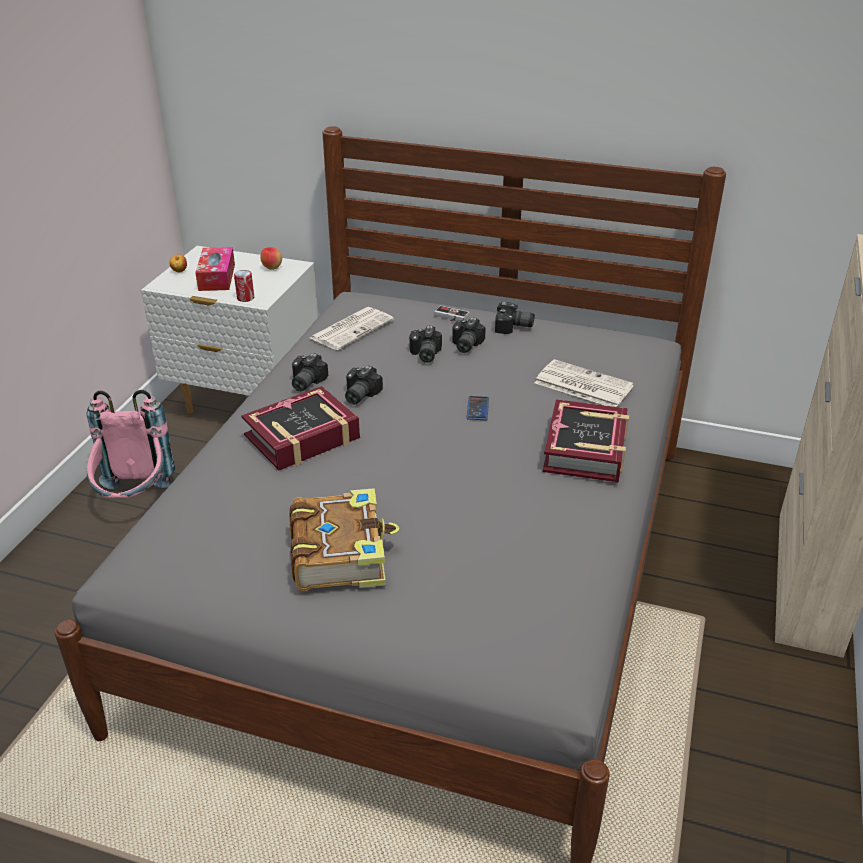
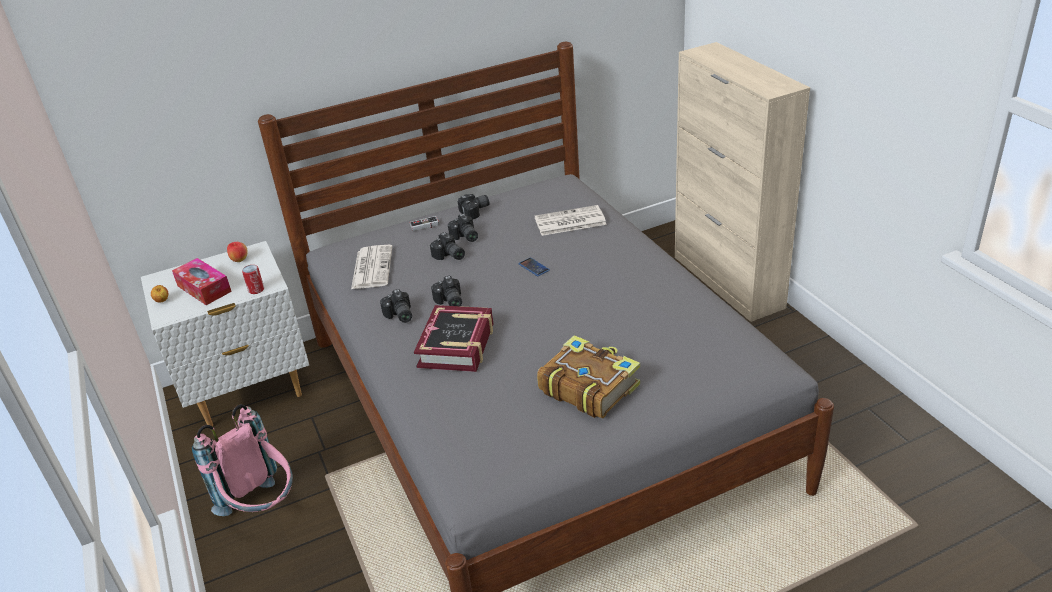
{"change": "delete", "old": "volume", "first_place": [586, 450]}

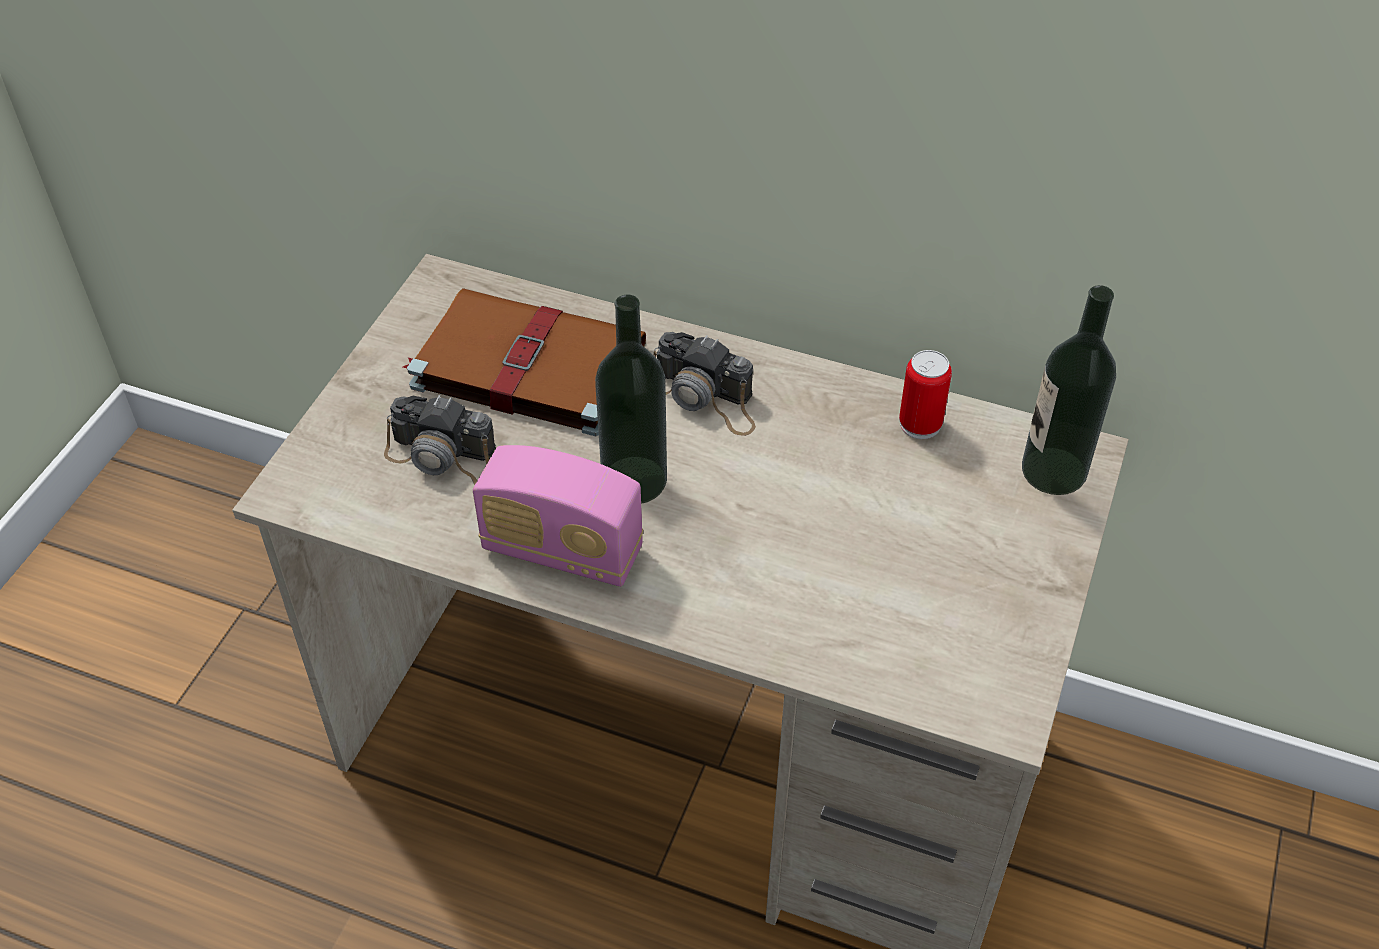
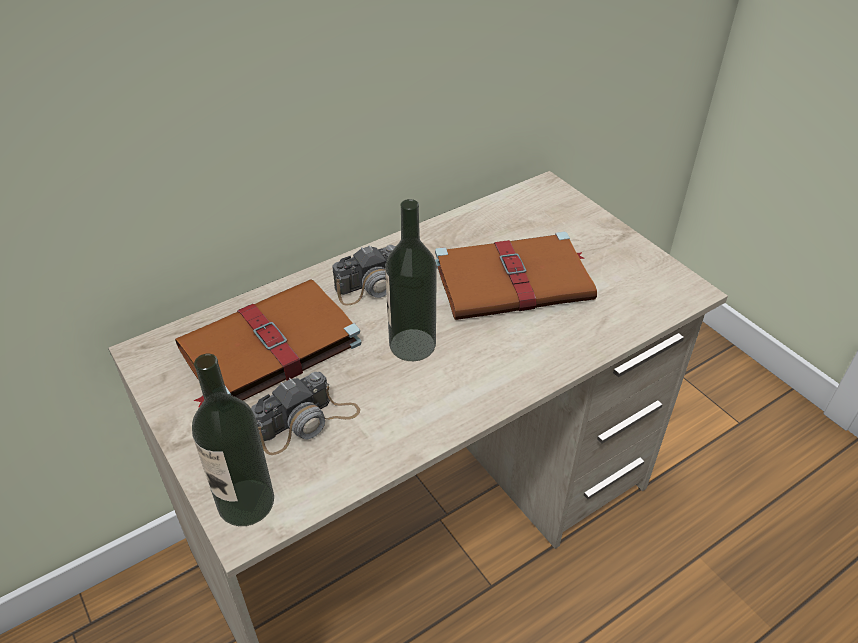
{"change": "delete", "old": "radio receiver", "first_place": [562, 550]}
{"change": "delete", "old": "can", "first_place": [920, 424]}
{"change": "move", "old": "beverage bottle", "first_place": [1053, 471], "second_place": [246, 502]}
{"change": "insert", "new": "brown-coloured volume", "second_place": [515, 281]}

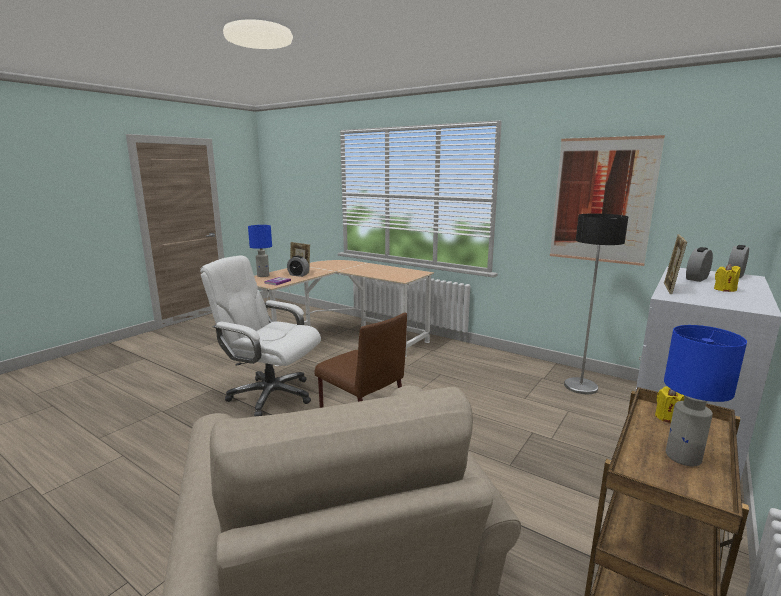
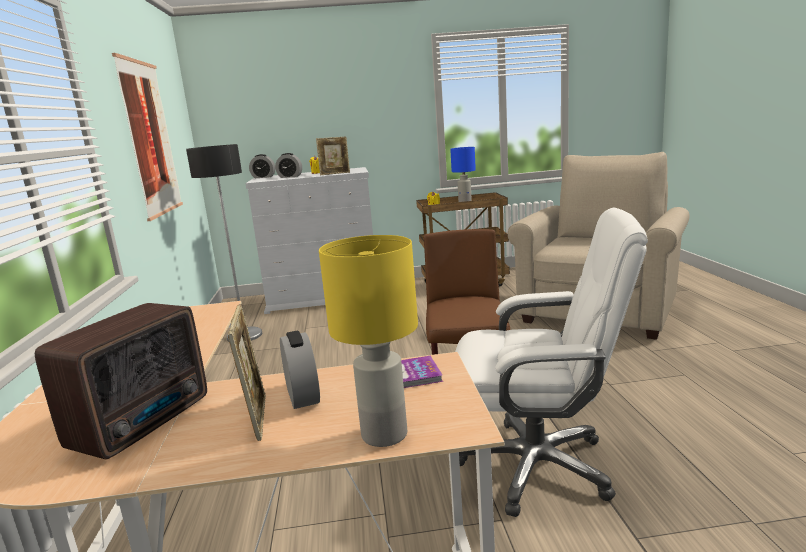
{"change": "rotate", "old": "white-coloured office chair", "first_place": [270, 395], "second_place": [537, 465], "degrees": -60}
{"change": "recolor", "old": "bluish lamp for a table", "new": "yellowish lamp for a table", "first_place": [263, 276], "second_place": [383, 435]}
{"change": "insert", "new": "radio receiver", "second_place": [146, 422]}

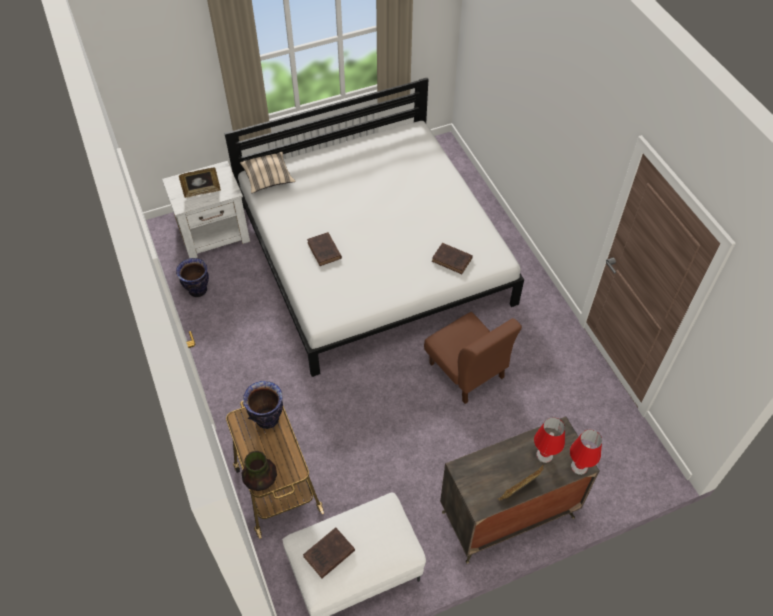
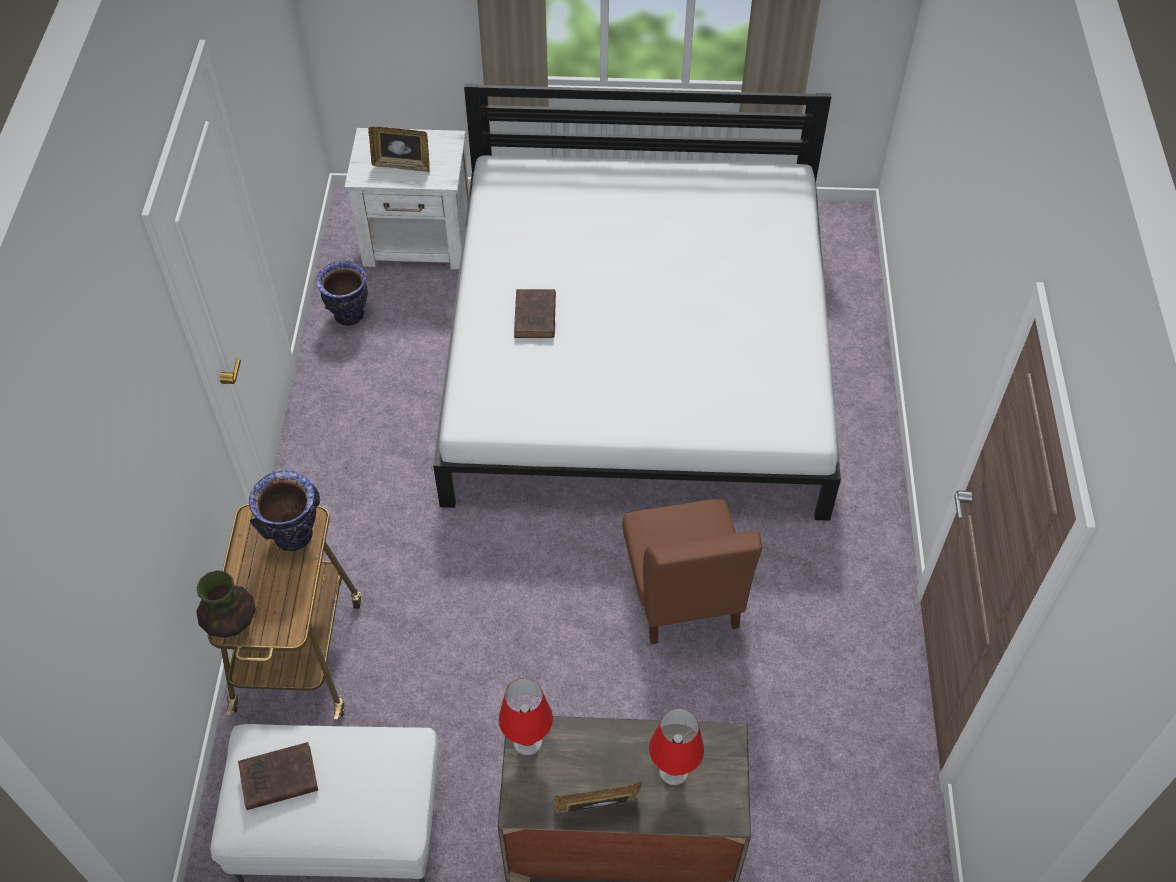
{"change": "delete", "old": "beige-coloured cushion", "first_place": [268, 179]}
{"change": "delete", "old": "brown-coloured volume", "first_place": [453, 260]}
{"change": "move", "old": "red lamp for a table", "first_place": [579, 466], "second_place": [528, 741]}

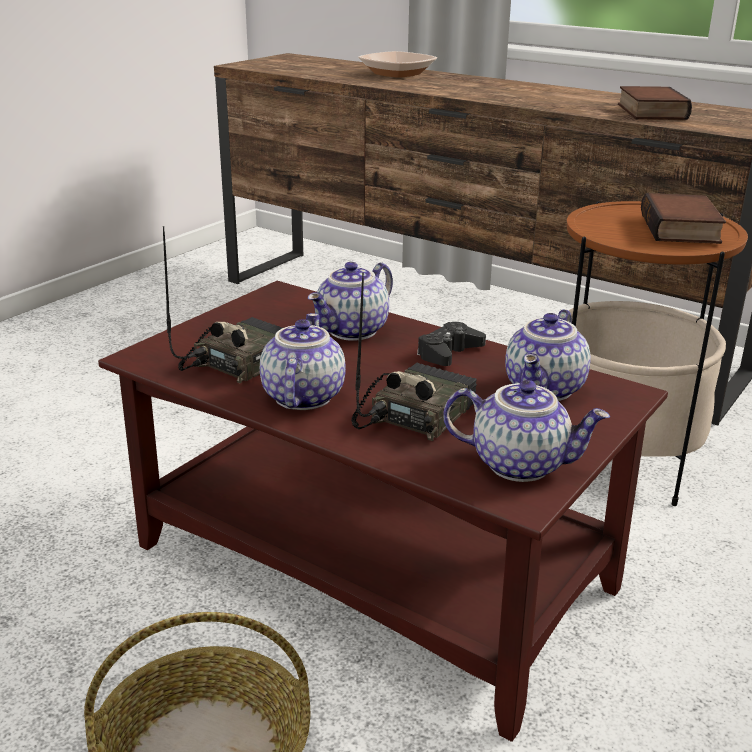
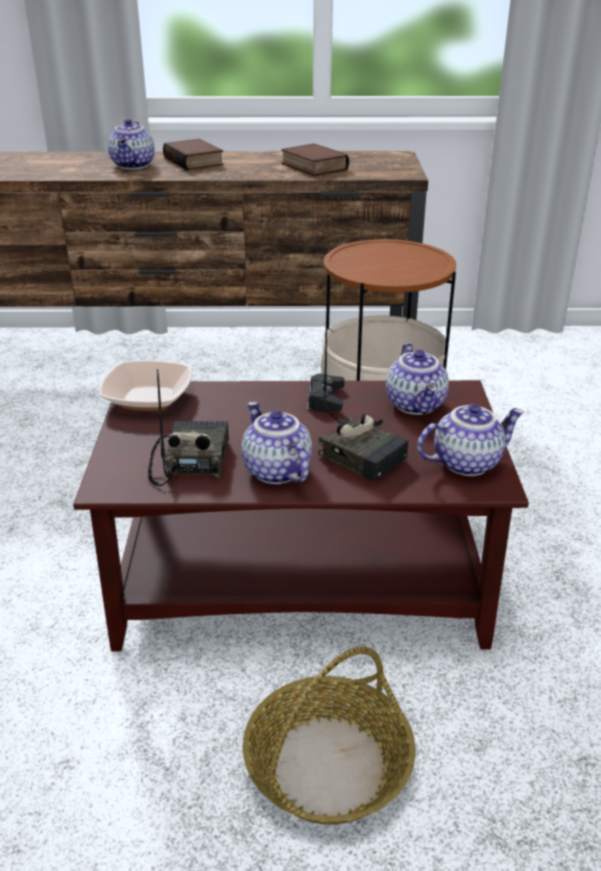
{"change": "move", "old": "teapot", "first_place": [353, 331], "second_place": [134, 166]}
{"change": "rotate", "old": "radio receiver", "first_place": [413, 414], "second_place": [363, 454], "degrees": 135}
{"change": "move", "old": "bowl", "first_place": [397, 74], "second_place": [148, 398]}
{"change": "move", "old": "volume", "first_place": [682, 229], "second_place": [195, 161]}

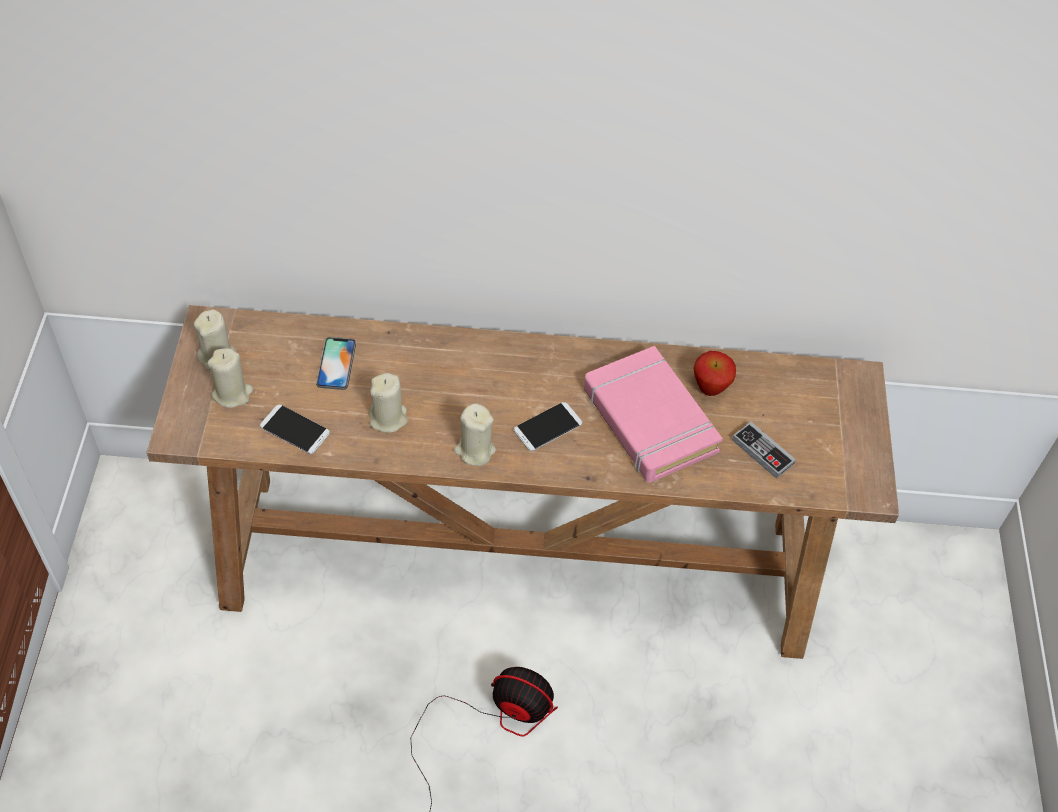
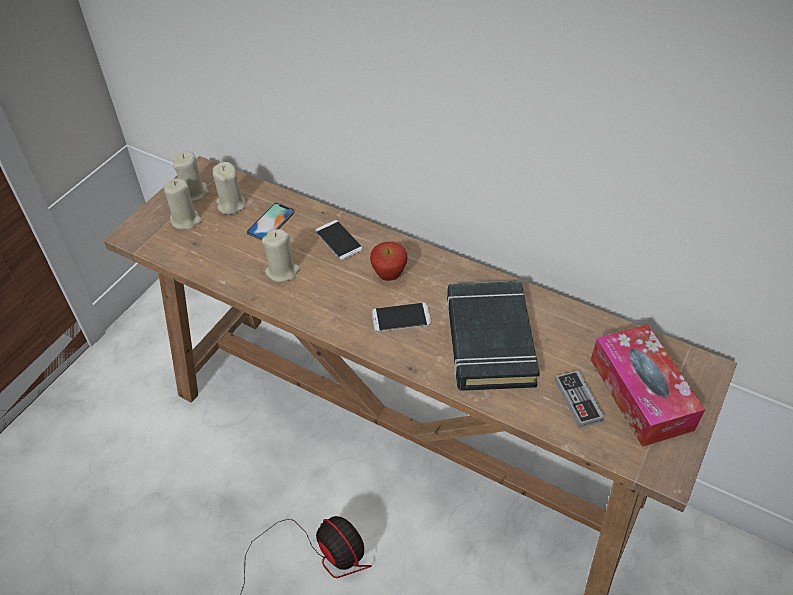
{"change": "move", "old": "handset", "first_place": [295, 430], "second_place": [339, 240]}
{"change": "move", "old": "beige-coloured wax light", "first_place": [474, 450], "second_place": [231, 205]}
{"change": "recolor", "old": "pinkish volume", "new": "black-coloured volume", "first_place": [648, 420], "second_place": [489, 340]}
{"change": "move", "old": "apple fruit", "first_place": [710, 389], "second_place": [389, 276]}
{"change": "insert", "new": "tissue holder", "second_place": [640, 394]}

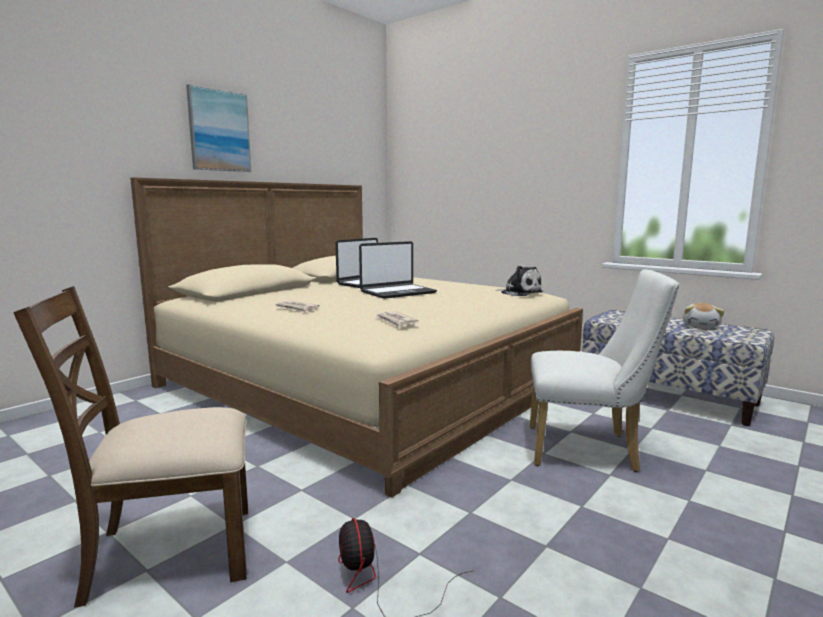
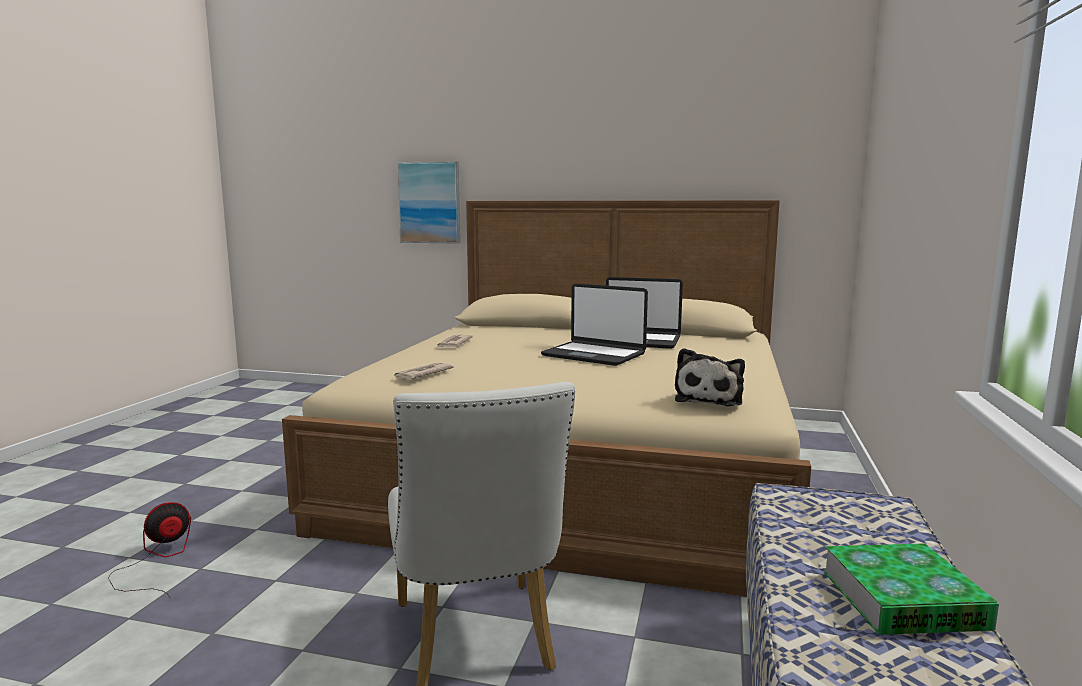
{"change": "delete", "old": "brown-coloured chair", "first_place": [170, 552]}
{"change": "move", "old": "wall picture", "first_place": [219, 131], "second_place": [429, 202]}
{"change": "replace", "old": "plush toy", "new": "volume", "first_place": [701, 326], "second_place": [902, 599]}

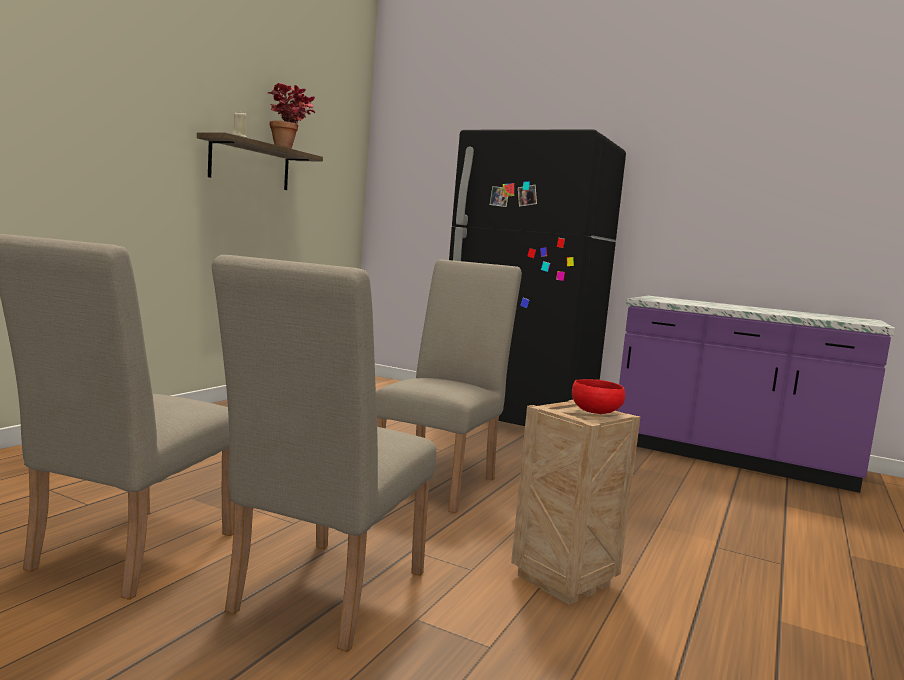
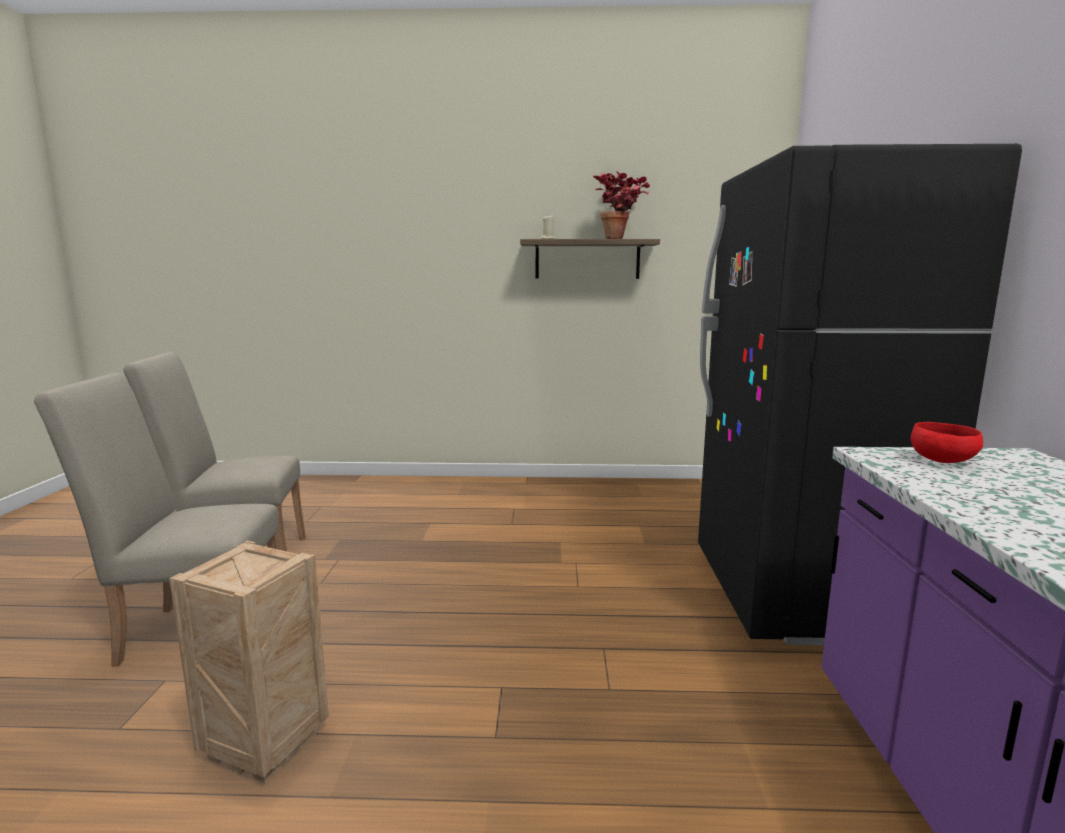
{"change": "delete", "old": "beige-coloured chair", "first_place": [441, 482]}
{"change": "move", "old": "red bowl", "first_place": [596, 412], "second_place": [943, 461]}

